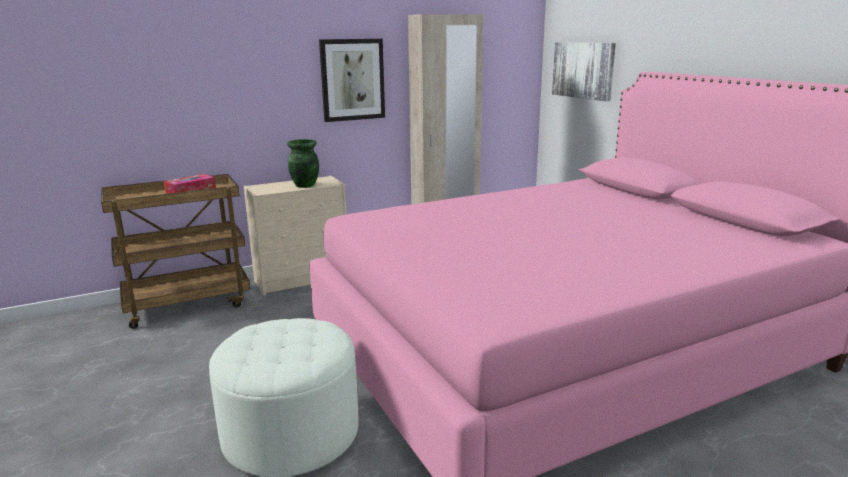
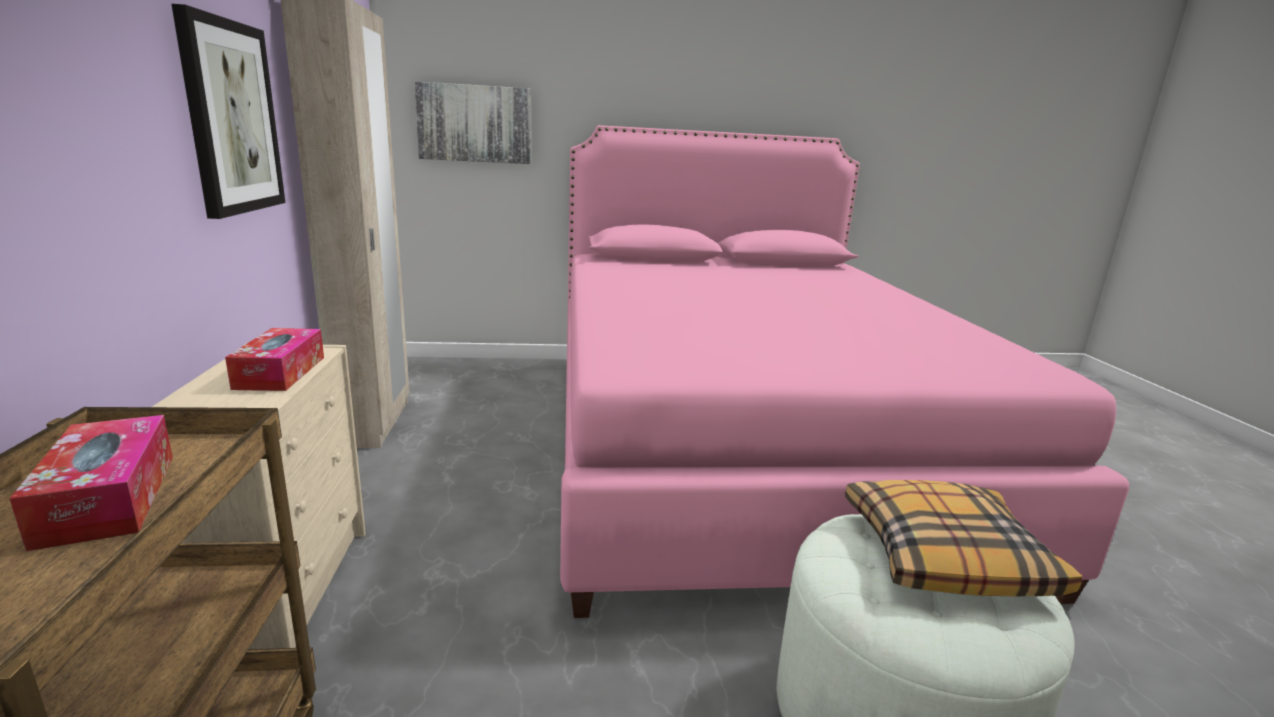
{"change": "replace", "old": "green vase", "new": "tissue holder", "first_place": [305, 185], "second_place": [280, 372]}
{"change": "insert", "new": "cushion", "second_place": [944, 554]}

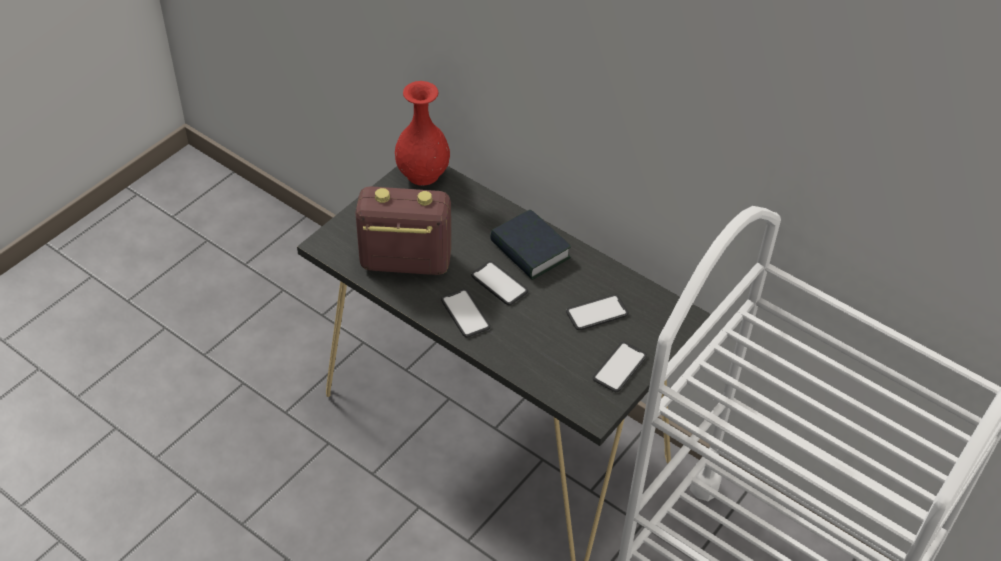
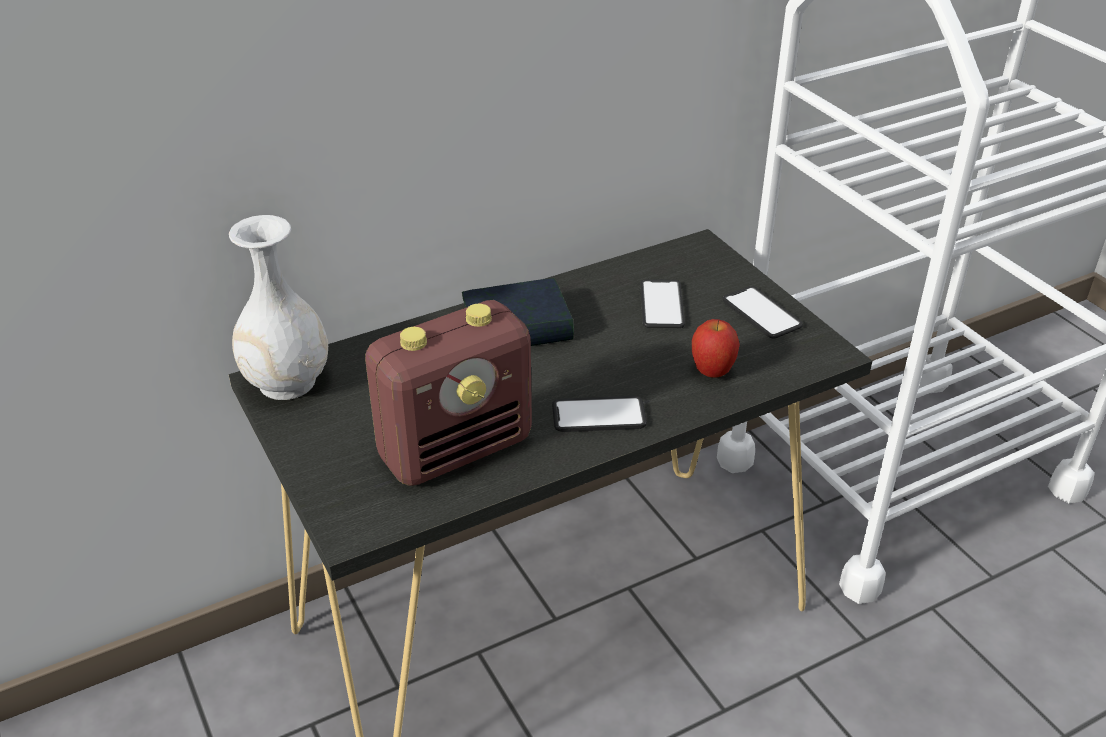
{"change": "rotate", "old": "radio receiver", "first_place": [404, 262], "second_place": [457, 449], "degrees": -150}
{"change": "recolor", "old": "red vase", "new": "white-coloured vase", "first_place": [423, 173], "second_place": [287, 382]}
{"change": "delete", "old": "handset", "first_place": [499, 284]}
{"change": "insert", "new": "apple fruit", "second_place": [712, 372]}

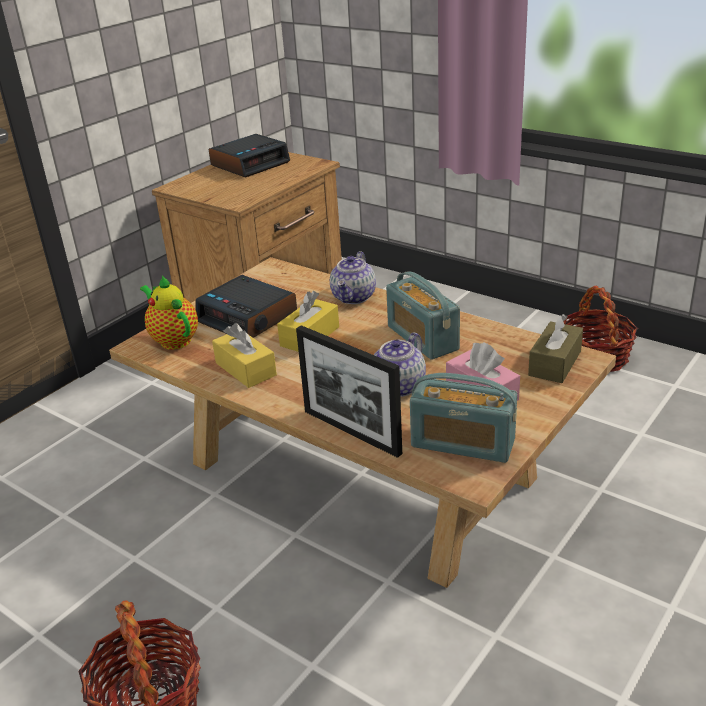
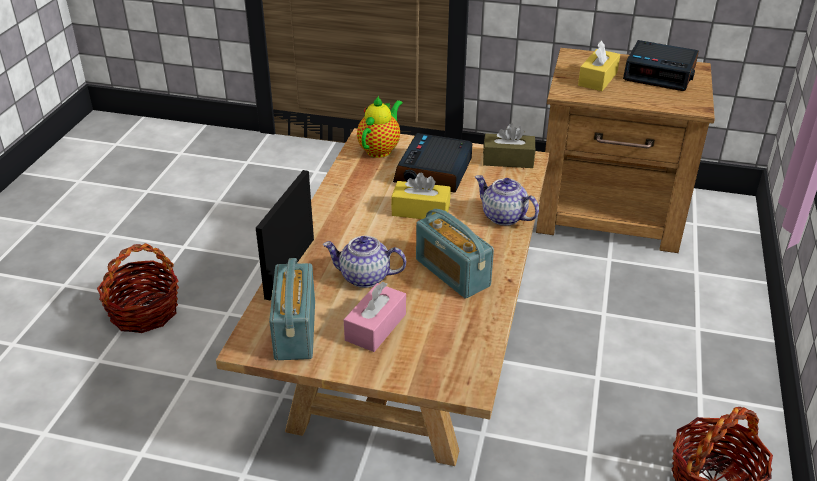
{"change": "move", "old": "yellowish tissue holder", "first_place": [245, 369], "second_place": [597, 79]}
{"change": "rotate", "old": "teapot", "first_place": [354, 297], "second_place": [503, 217], "degrees": 45}
{"change": "rotate", "old": "radio receiver", "first_place": [422, 338], "second_place": [452, 273], "degrees": -75}
{"change": "move", "old": "brown-coloured tissue holder", "first_place": [555, 363], "second_place": [508, 160]}

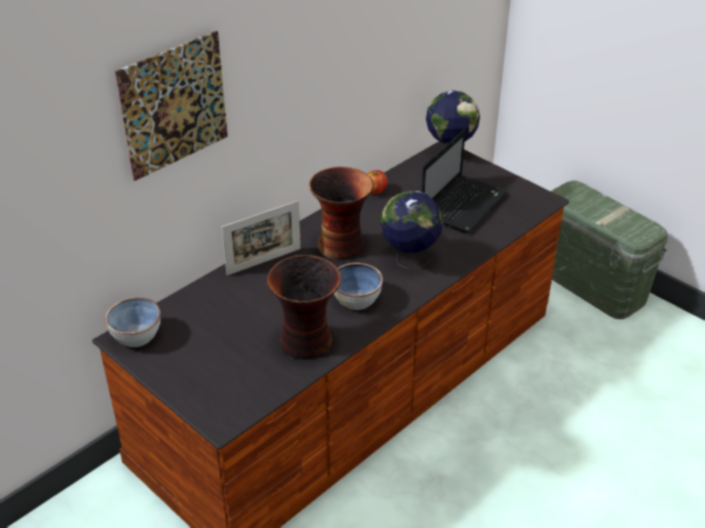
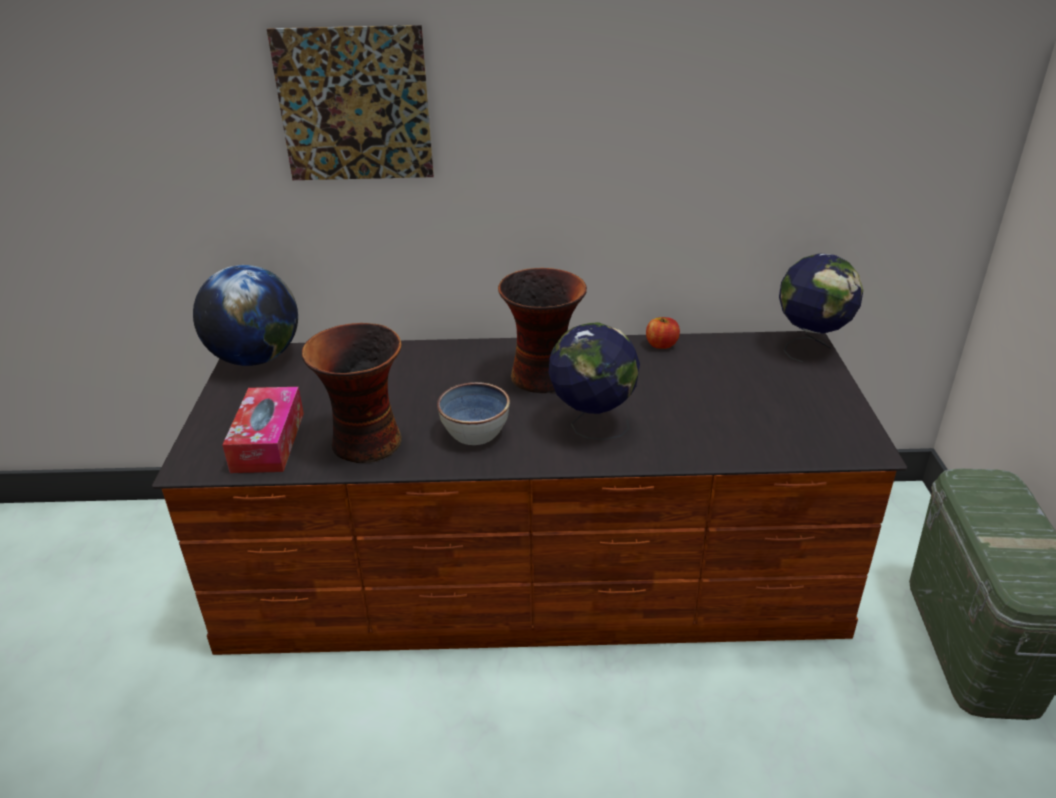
{"change": "replace", "old": "bowl", "new": "world globe", "first_place": [136, 336], "second_place": [255, 358]}
{"change": "delete", "old": "picture frame", "first_place": [264, 261]}
{"change": "delete", "old": "notebook computer", "first_place": [464, 204]}
{"change": "insert", "new": "tissue holder", "second_place": [268, 442]}

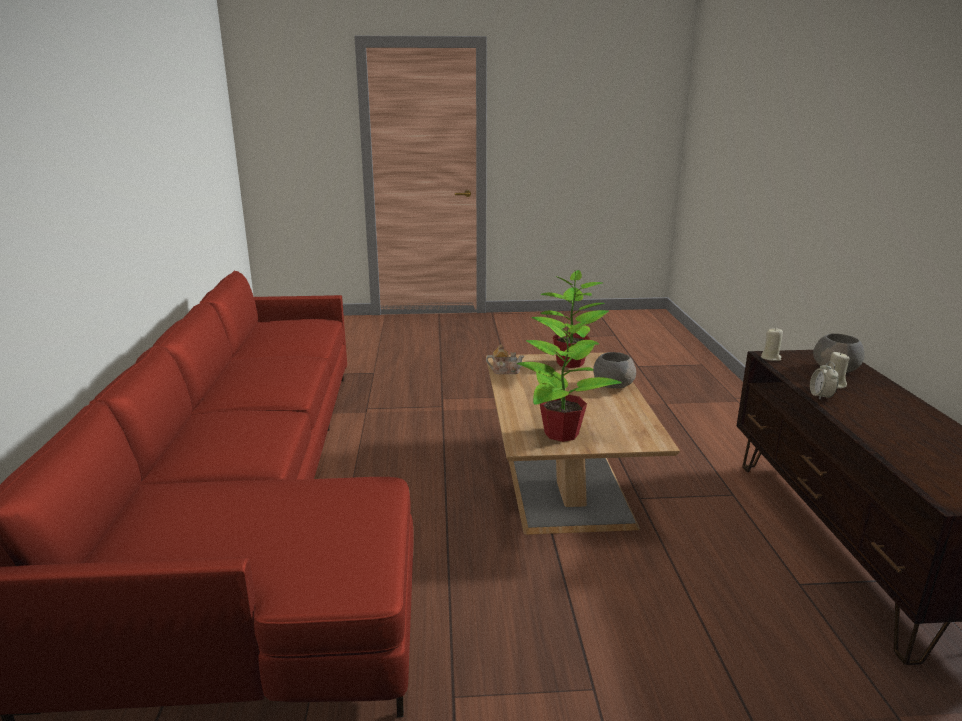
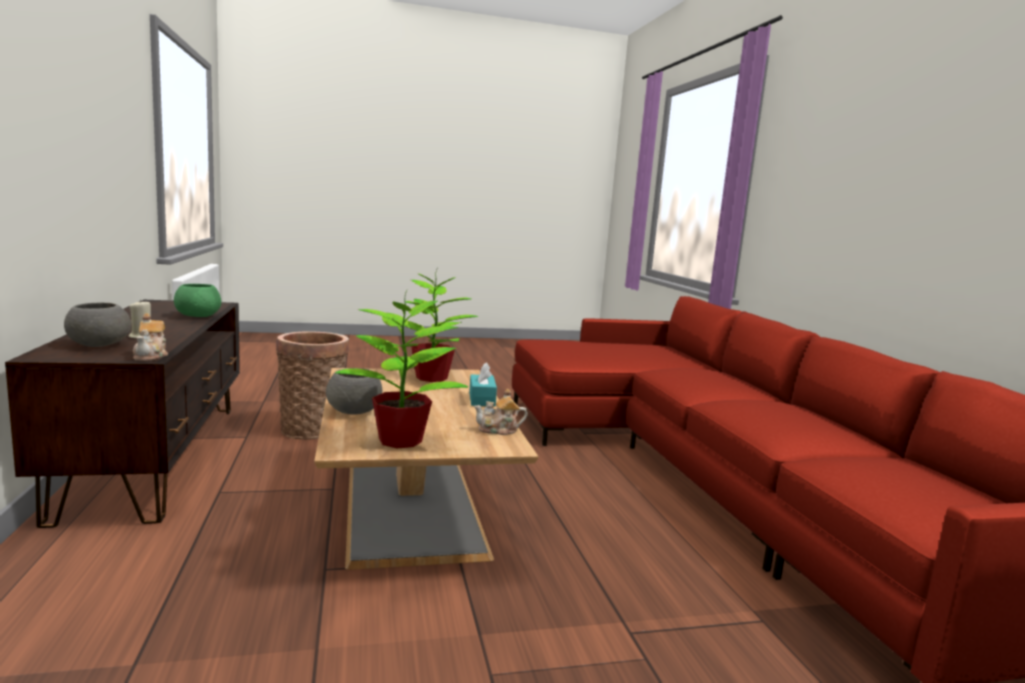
{"change": "replace", "old": "beige-coloured wax light", "new": "teapot", "first_place": [771, 358], "second_place": [151, 356]}
{"change": "delete", "old": "bedside clock", "first_place": [821, 396]}
{"change": "insert", "new": "green bowl", "second_place": [198, 316]}
{"change": "insert", "new": "basket", "second_place": [312, 429]}
{"change": "insert", "new": "turquoise-coloured tissue holder", "second_place": [482, 399]}

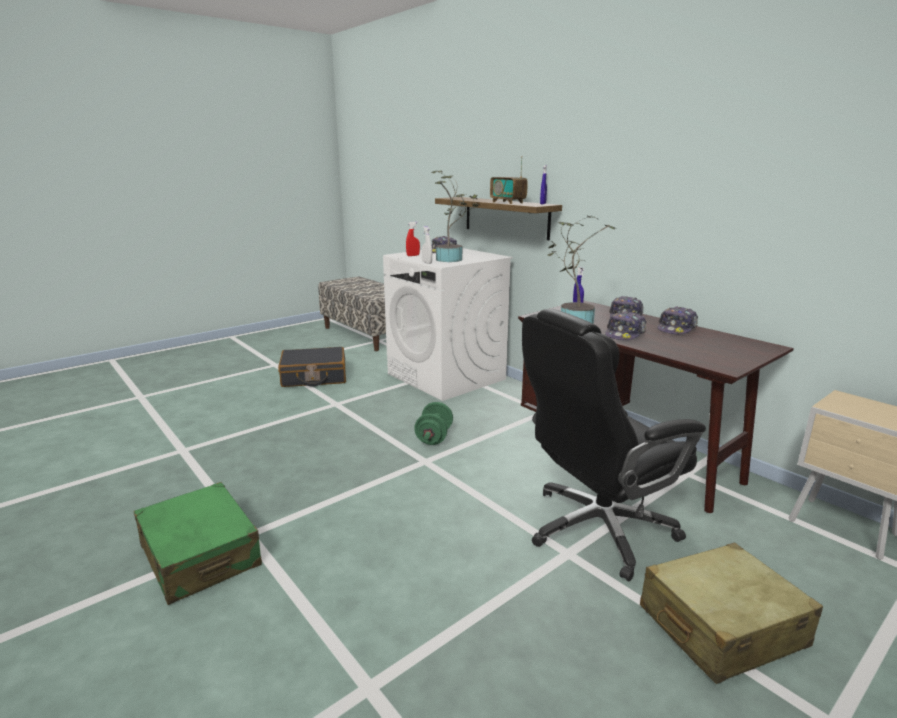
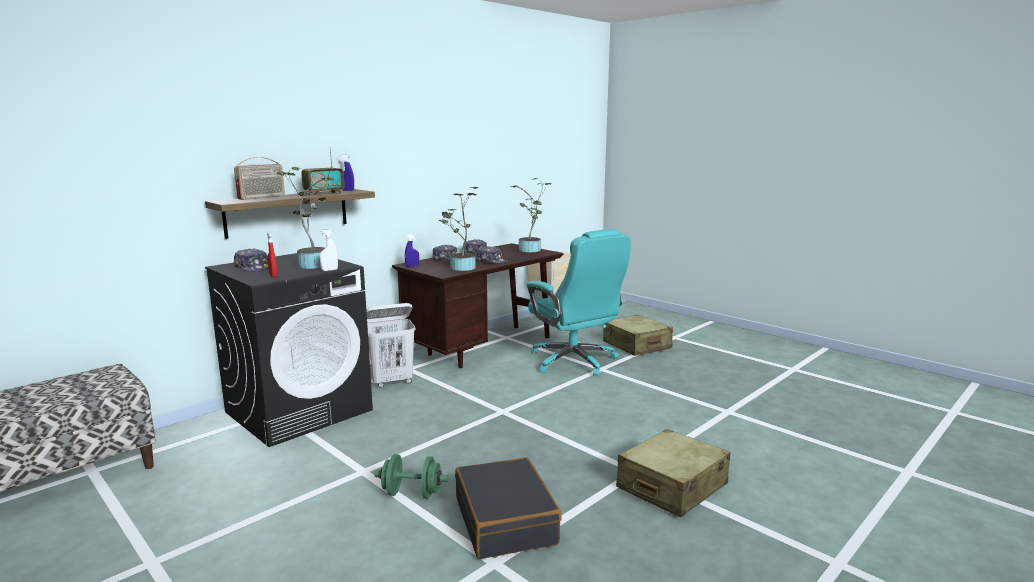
{"change": "recolor", "old": "green piece of luggage", "new": "beige-coloured piece of luggage", "first_place": [200, 555], "second_place": [671, 487]}
{"change": "move", "old": "black-coloured piece of luggage", "first_place": [314, 377], "second_place": [506, 521]}
{"change": "recolor", "old": "white-coloured washing machine", "new": "black-coloured washing machine", "first_place": [446, 377], "second_place": [299, 411]}
{"change": "move", "old": "green dumbbell", "first_place": [434, 437], "second_place": [412, 493]}
{"change": "recolor", "old": "black-coloured office chair", "new": "turquoise-coloured office chair", "first_place": [596, 528], "second_place": [574, 361]}
{"change": "insert", "new": "radio receiver", "second_place": [262, 197]}
{"change": "insert", "new": "white-coloured hamper", "second_place": [392, 382]}
{"change": "insert", "new": "plant in a pot", "second_place": [530, 250]}

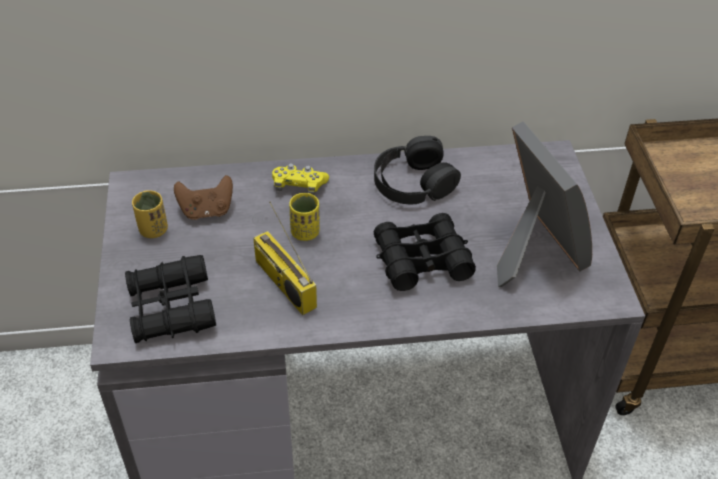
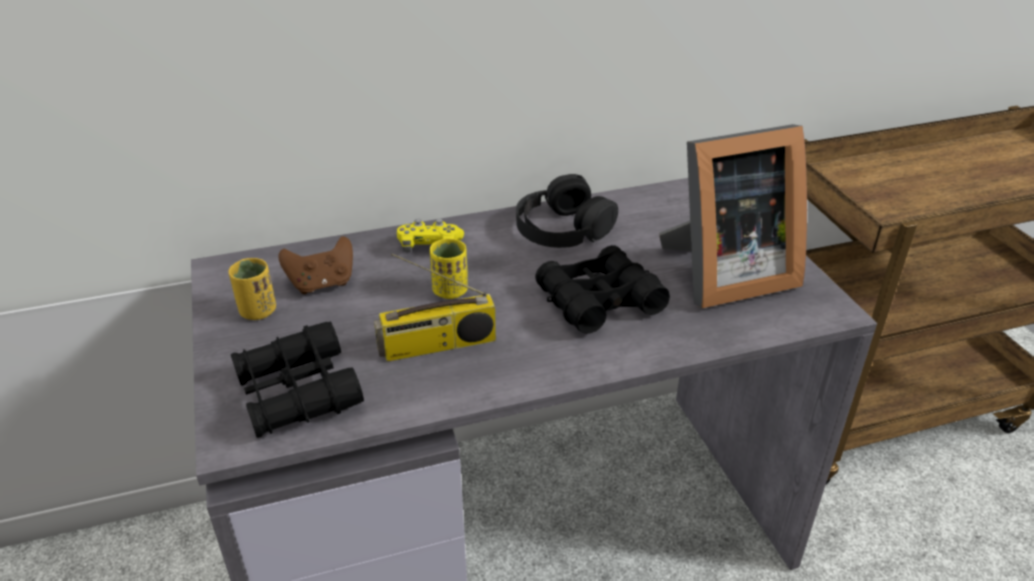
{"change": "rotate", "old": "radio receiver", "first_place": [283, 283], "second_place": [437, 346], "degrees": -60}
{"change": "rotate", "old": "picture frame", "first_place": [533, 250], "second_place": [723, 275], "degrees": 105}

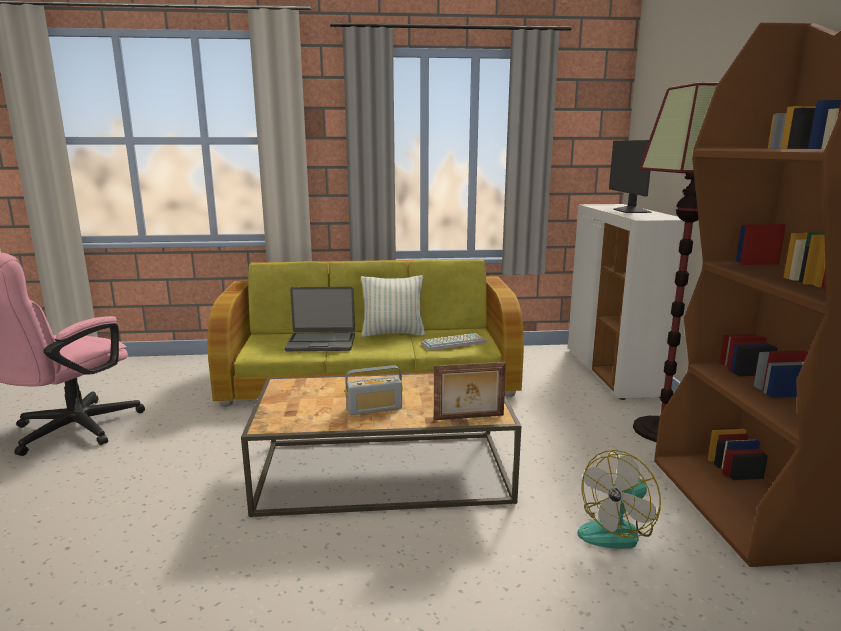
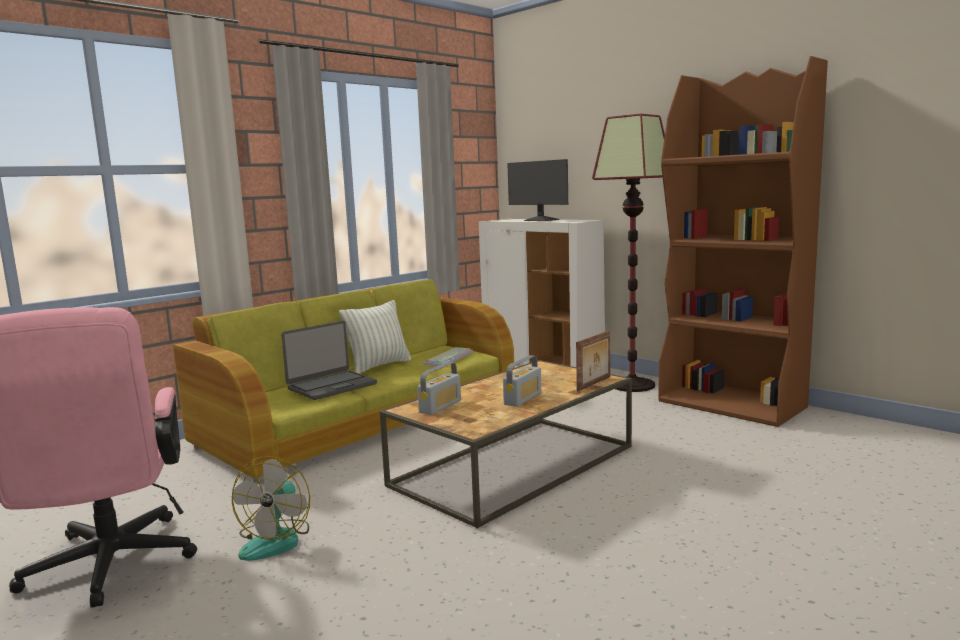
{"change": "move", "old": "cooling fan", "first_place": [617, 530], "second_place": [276, 540]}
{"change": "insert", "new": "radio receiver", "second_place": [440, 406]}

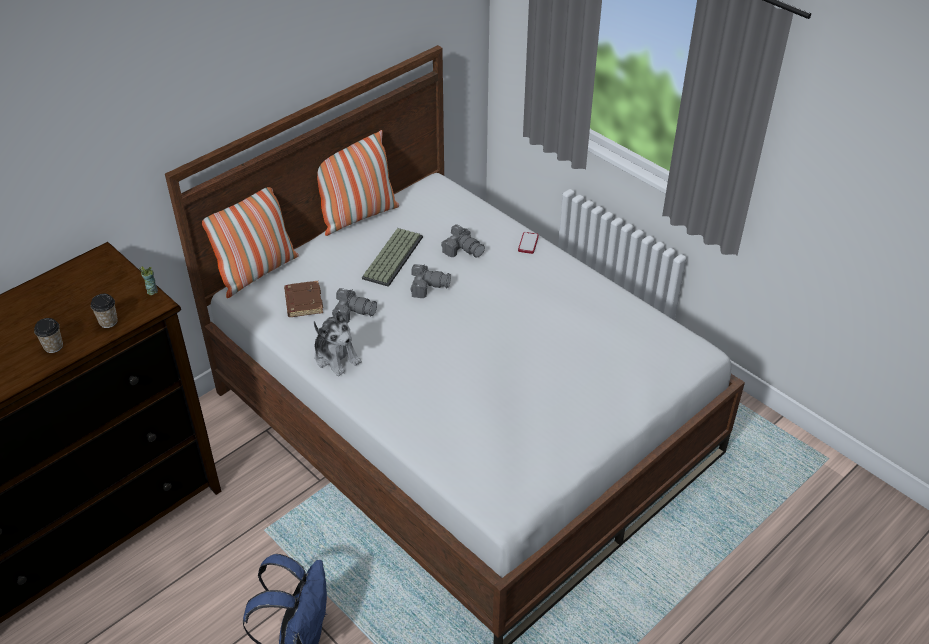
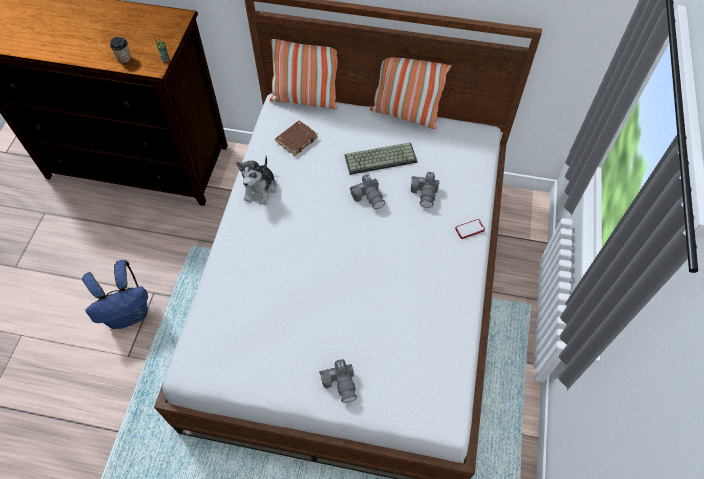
{"change": "delete", "old": "drinking cup", "first_place": [53, 346]}
{"change": "move", "old": "still camera", "first_place": [353, 312], "second_place": [341, 383]}

